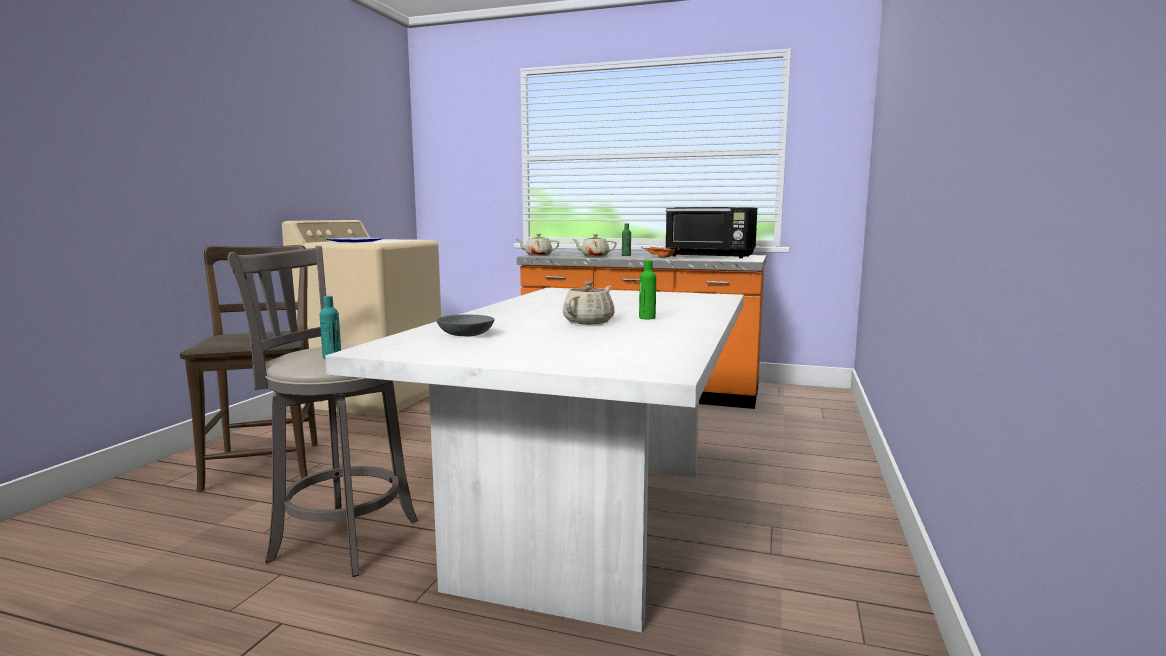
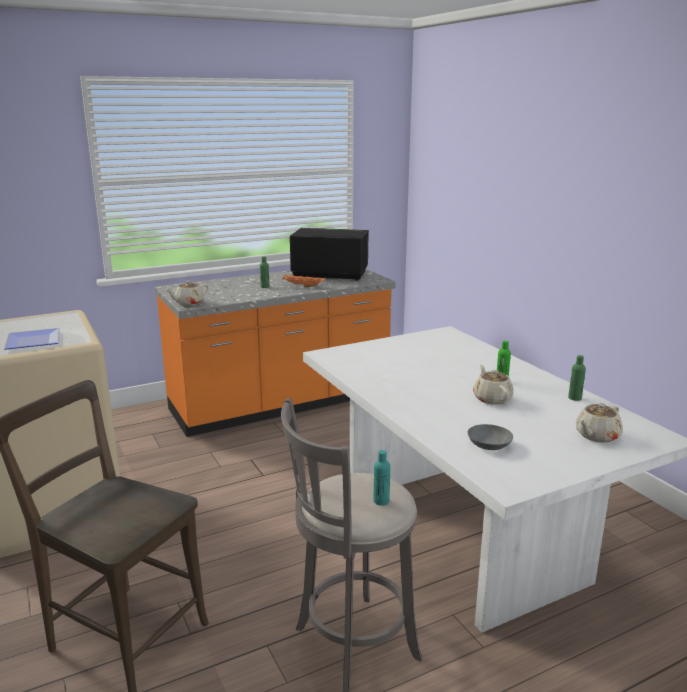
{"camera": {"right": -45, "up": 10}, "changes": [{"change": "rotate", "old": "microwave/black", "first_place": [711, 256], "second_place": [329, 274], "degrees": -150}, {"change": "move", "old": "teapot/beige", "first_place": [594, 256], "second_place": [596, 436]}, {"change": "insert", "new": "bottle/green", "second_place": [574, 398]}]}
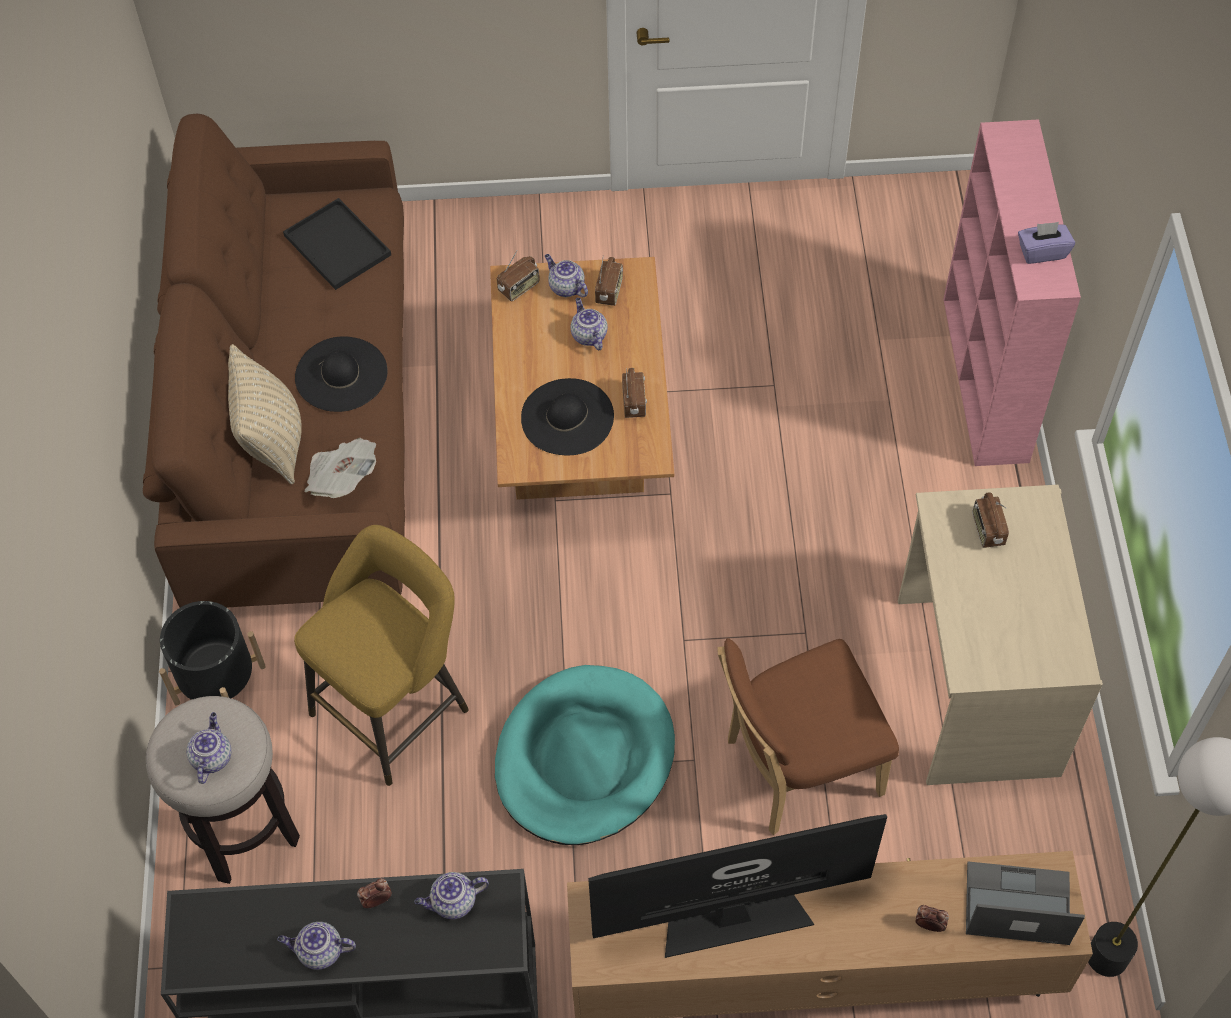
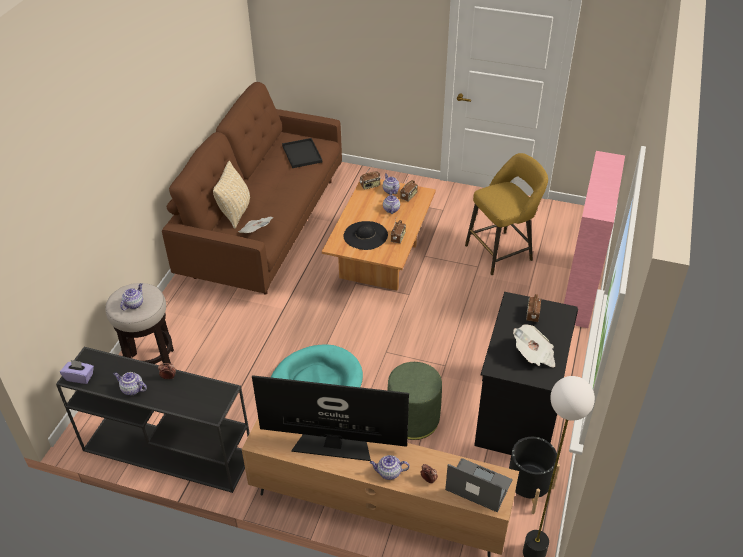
{"camera": {"right": 20, "up": -15}, "changes": [{"change": "move", "old": "tissue box/purple", "first_place": [1042, 252], "second_place": [80, 377]}, {"change": "delete", "old": "hat/black", "first_place": [341, 374]}, {"change": "recolor", "old": "desk/beige", "new": "desk/black", "first_place": [974, 686], "second_place": [518, 411]}, {"change": "move", "old": "stool/yellow", "first_place": [396, 706], "second_place": [501, 252]}, {"change": "move", "old": "planter/black", "first_place": [220, 684], "second_place": [527, 489]}, {"change": "replace", "old": "chair/brown", "new": "ottoman/green", "first_place": [796, 768], "second_place": [413, 419]}, {"change": "move", "old": "teapot", "first_place": [453, 902], "second_place": [388, 473]}, {"change": "insert", "new": "newspaper", "second_place": [534, 355]}]}
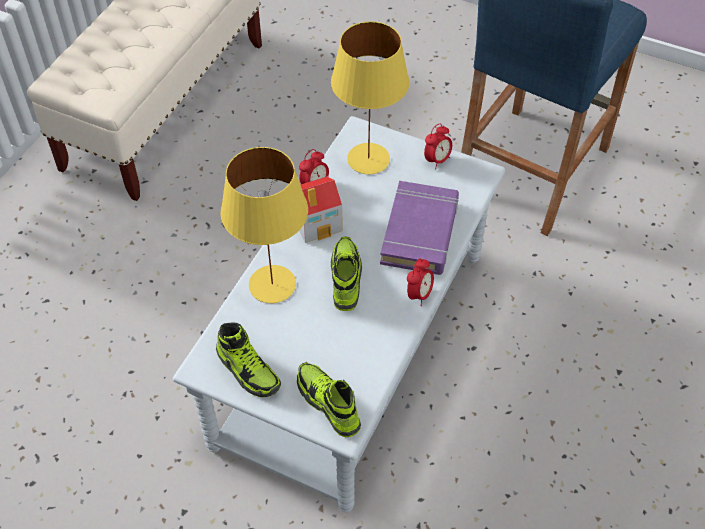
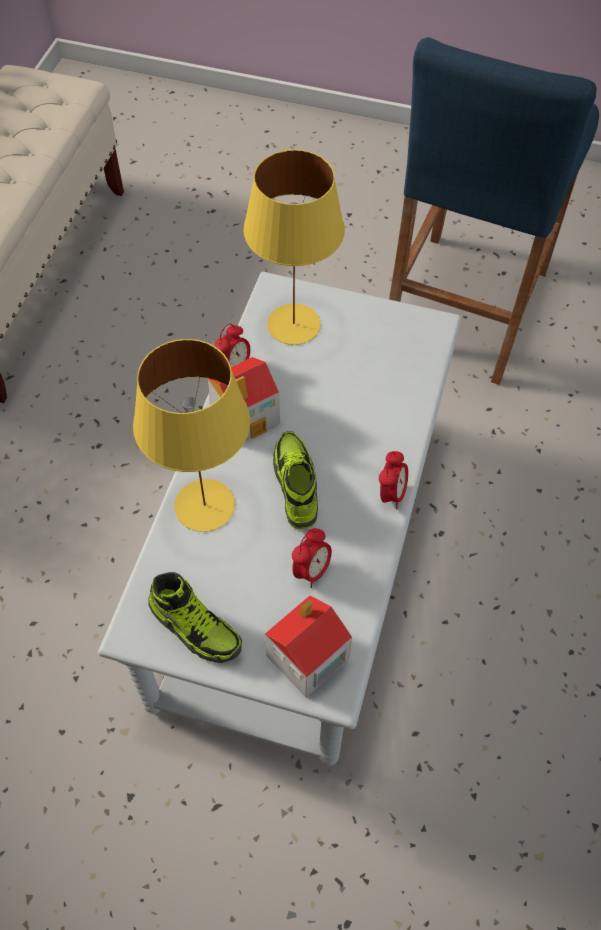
{"camera": {"right": -10, "up": 5}, "changes": [{"change": "move", "old": "alarm clock", "first_place": [437, 160], "second_place": [311, 570]}, {"change": "delete", "old": "book/purple", "first_place": [420, 233]}, {"change": "replace", "old": "shoe", "new": "toy house", "first_place": [328, 404], "second_place": [306, 658]}]}
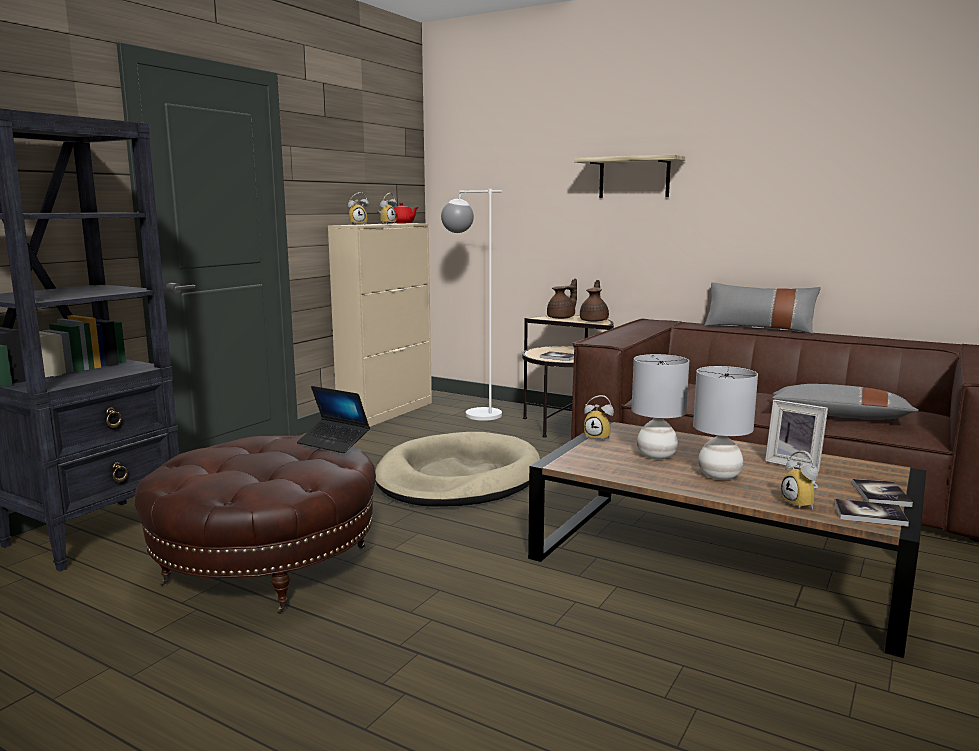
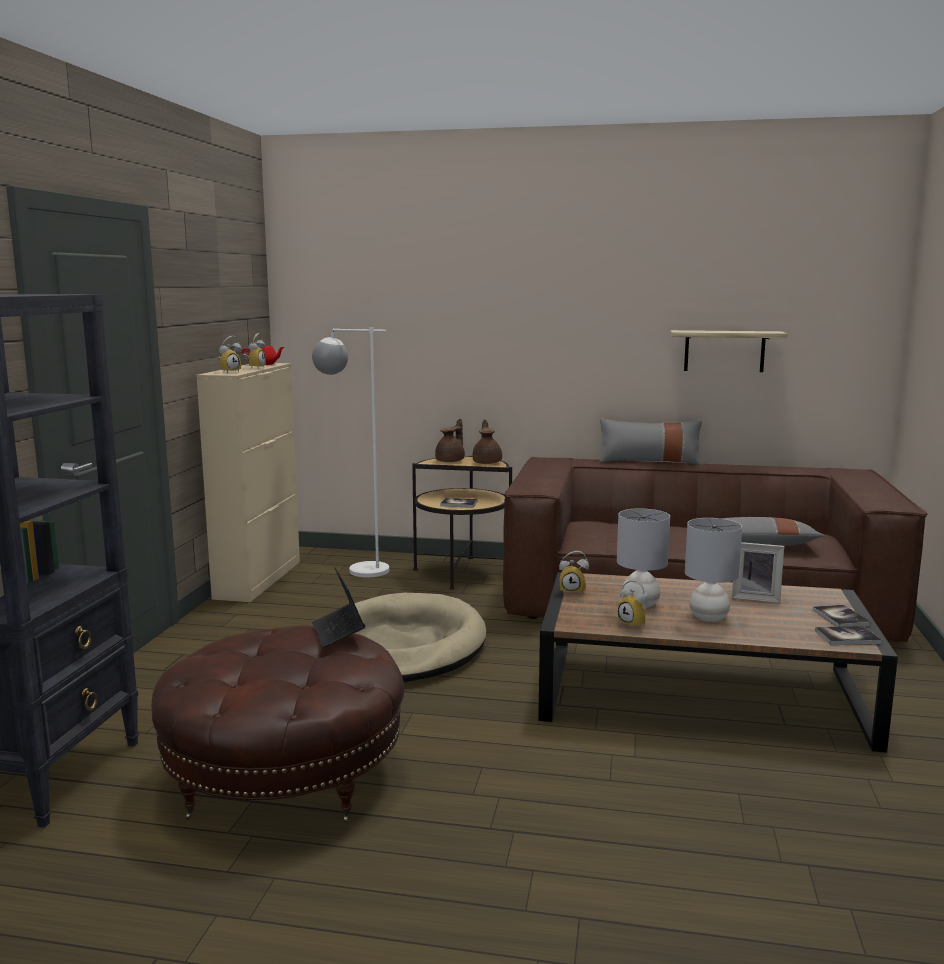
{"camera": {"right": -20, "up": 0}, "changes": [{"change": "move", "old": "shelf", "first_place": [634, 177], "second_place": [724, 351]}, {"change": "rotate", "old": "laptop", "first_place": [334, 443], "second_place": [338, 632], "degrees": 60}, {"change": "move", "old": "alarm clock", "first_place": [802, 504], "second_place": [635, 624]}]}
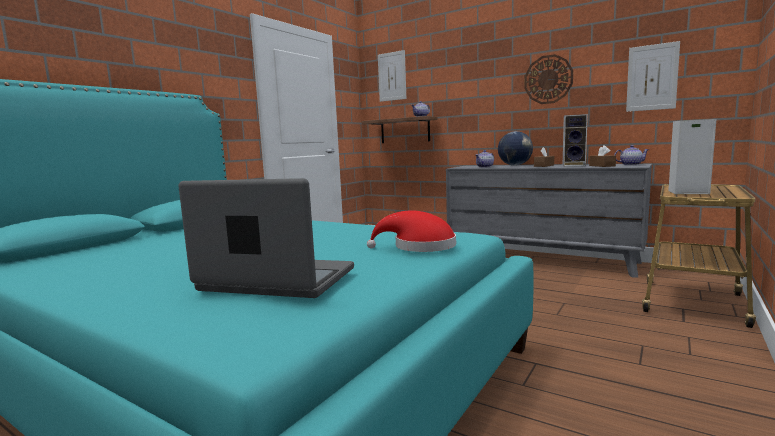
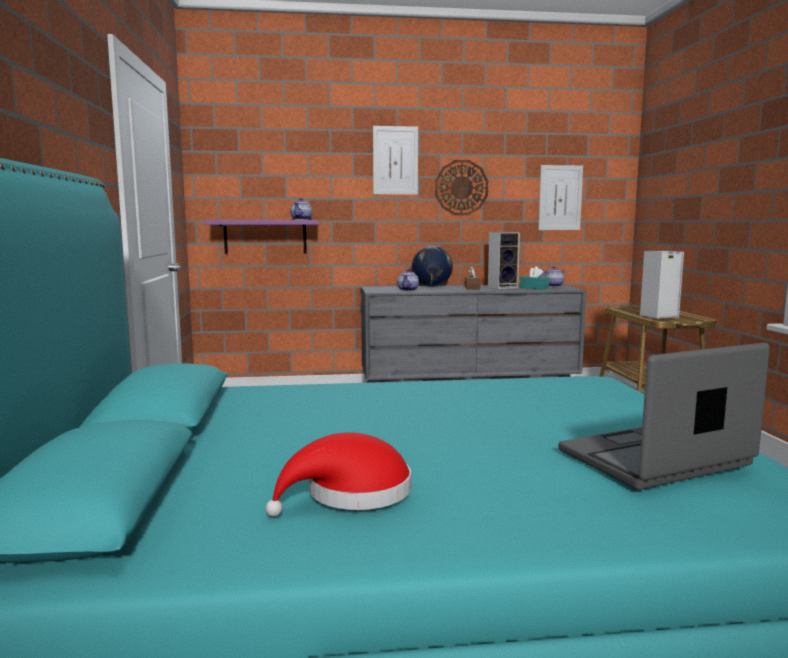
{"camera": {"right": -40, "up": 0}, "changes": [{"change": "move", "old": "picture", "first_place": [392, 76], "second_place": [395, 160]}, {"change": "recolor", "old": "shelf/brown", "new": "shelf/purple", "first_place": [405, 130], "second_place": [265, 236]}, {"change": "recolor", "old": "tissue box/brown", "new": "tissue box/turquoise", "first_place": [602, 166], "second_place": [534, 288]}, {"change": "move", "old": "hat/red", "first_place": [419, 247], "second_place": [351, 494]}]}
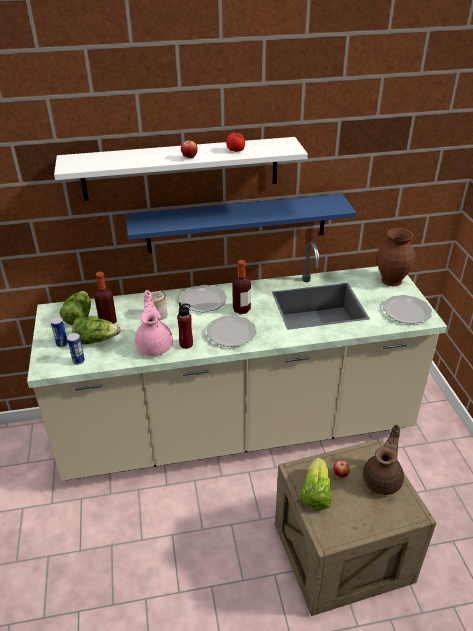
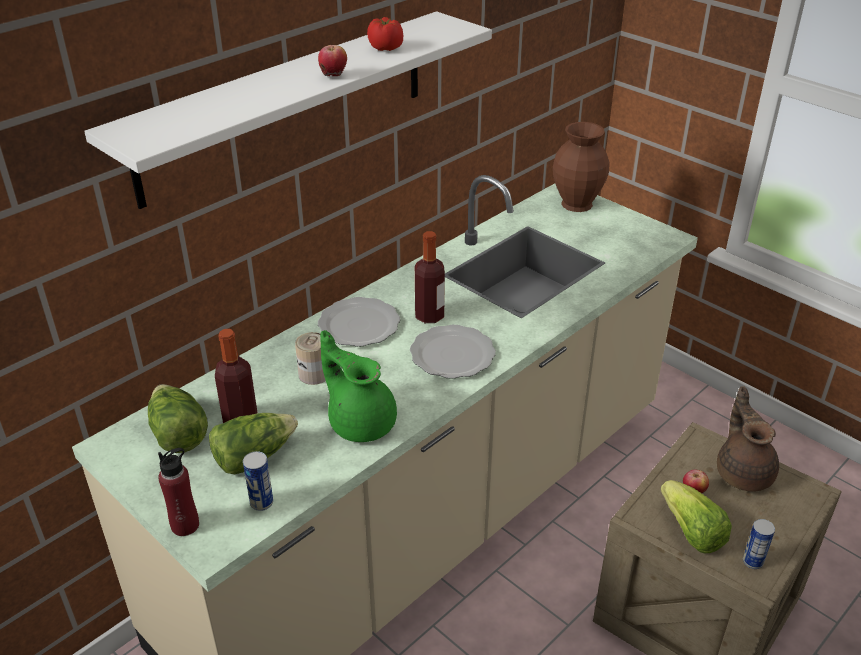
{"camera": {"right": -35, "up": 0}, "changes": [{"change": "delete", "old": "shelf/blue", "first_place": [237, 223]}, {"change": "recolor", "old": "teapot/pink", "new": "teapot/green", "first_place": [155, 345], "second_place": [360, 422]}, {"change": "delete", "old": "plate", "first_place": [407, 311]}, {"change": "move", "old": "bottle/red", "first_place": [186, 344], "second_place": [185, 525]}, {"change": "move", "old": "can", "first_place": [62, 344], "second_place": [752, 561]}]}
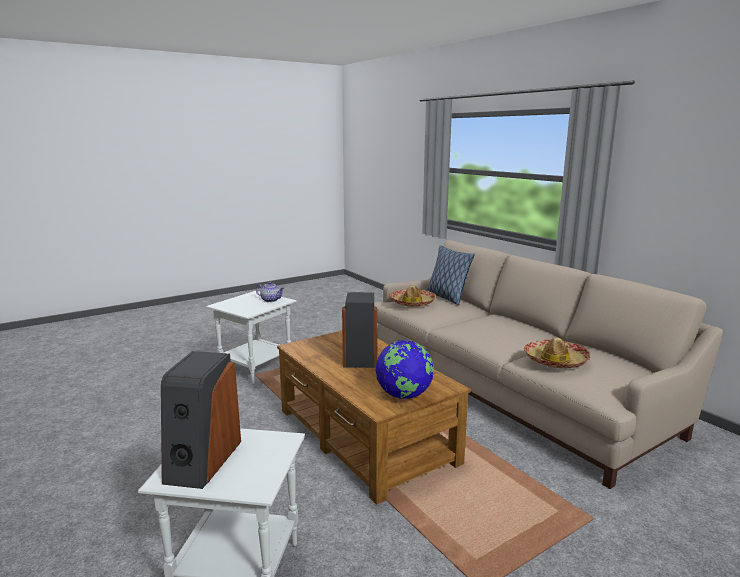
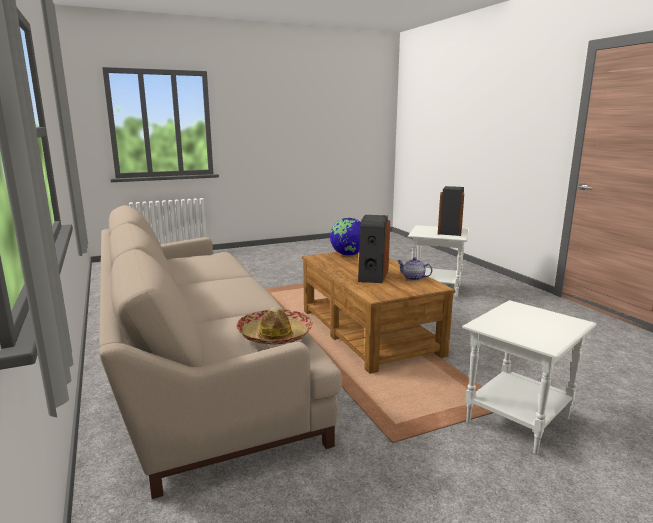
{"camera": {"right": -170, "up": 0}, "changes": [{"change": "delete", "old": "pillow", "first_place": [446, 298]}, {"change": "move", "old": "teapot", "first_place": [270, 300], "second_place": [413, 278]}, {"change": "delete", "old": "hat", "first_place": [555, 361]}]}
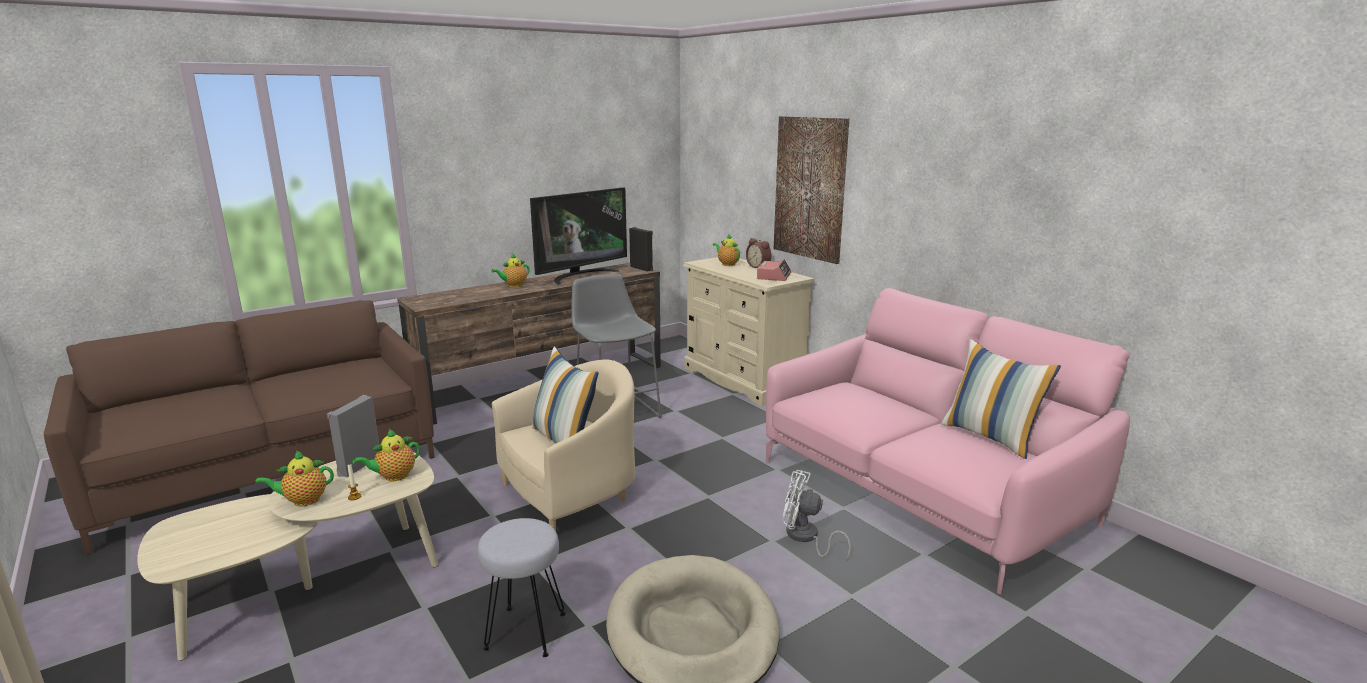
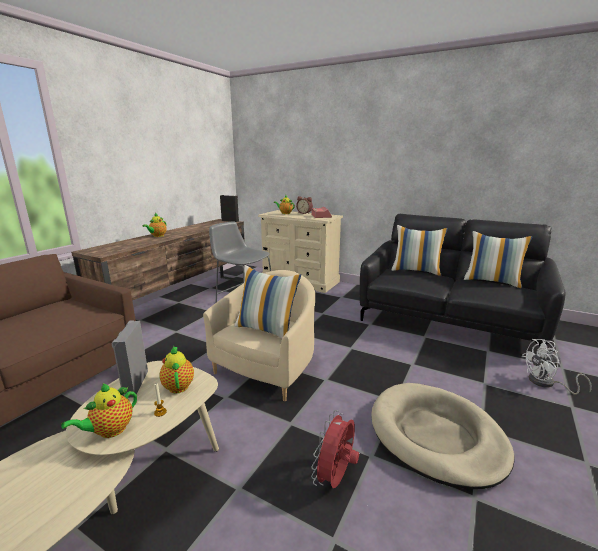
{"camera": {"right": -25, "up": 0}, "changes": [{"change": "delete", "old": "picture", "first_place": [810, 188]}, {"change": "delete", "old": "television", "first_place": [580, 275]}, {"change": "recolor", "old": "sofa/pink", "new": "sofa/black", "first_place": [920, 492], "second_place": [448, 320]}, {"change": "rotate", "old": "teapot", "first_place": [393, 476], "second_place": [178, 385], "degrees": 135}, {"change": "move", "old": "fan/white", "first_place": [805, 538], "second_place": [547, 383]}, {"change": "replace", "old": "stool/grey", "new": "fan/red", "first_place": [525, 632], "second_place": [336, 478]}, {"change": "insert", "new": "pillow", "second_place": [416, 271]}]}
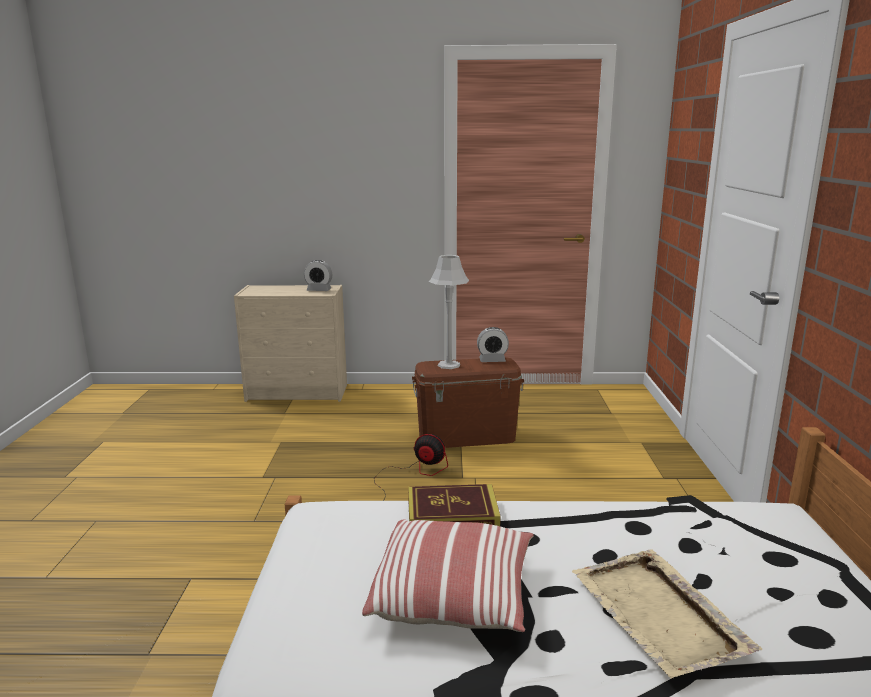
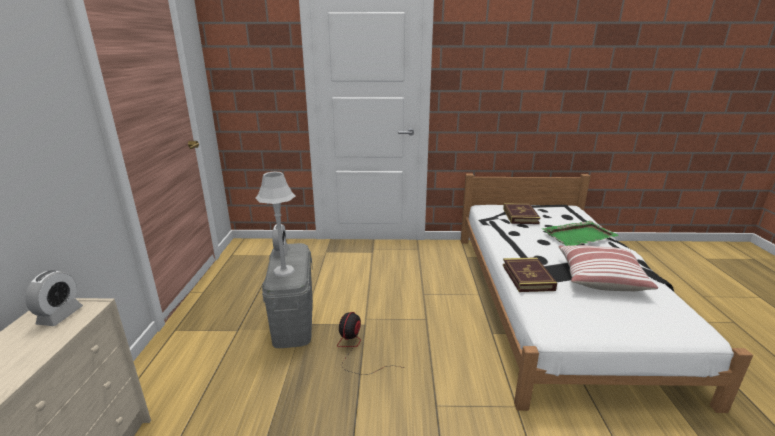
{"camera": {"right": -90, "up": 5}, "changes": [{"change": "recolor", "old": "storage box/brown", "new": "storage box/grey", "first_place": [467, 436], "second_place": [293, 320]}, {"change": "recolor", "old": "tray/beige", "new": "tray/green", "first_place": [659, 615], "second_place": [579, 235]}, {"change": "insert", "new": "book", "second_place": [520, 216]}]}
